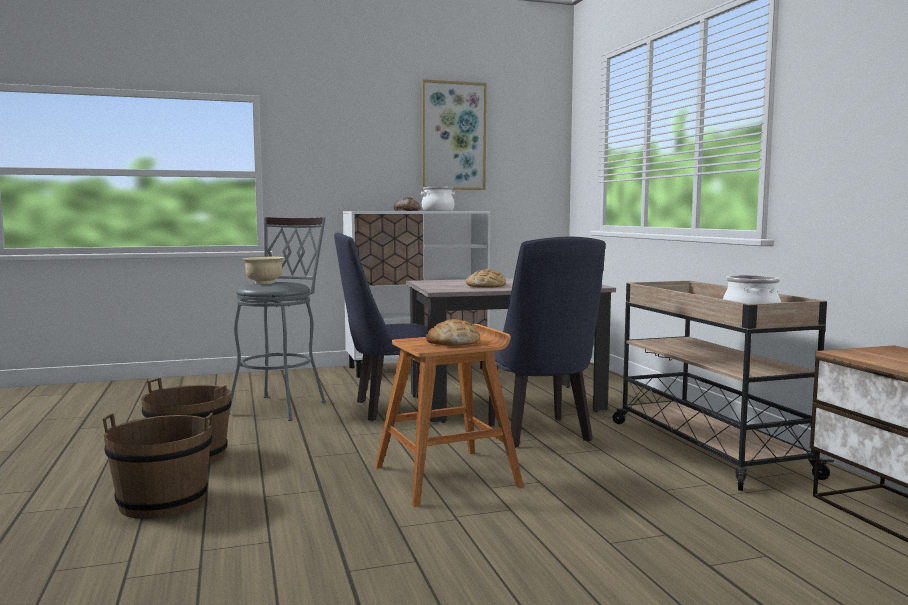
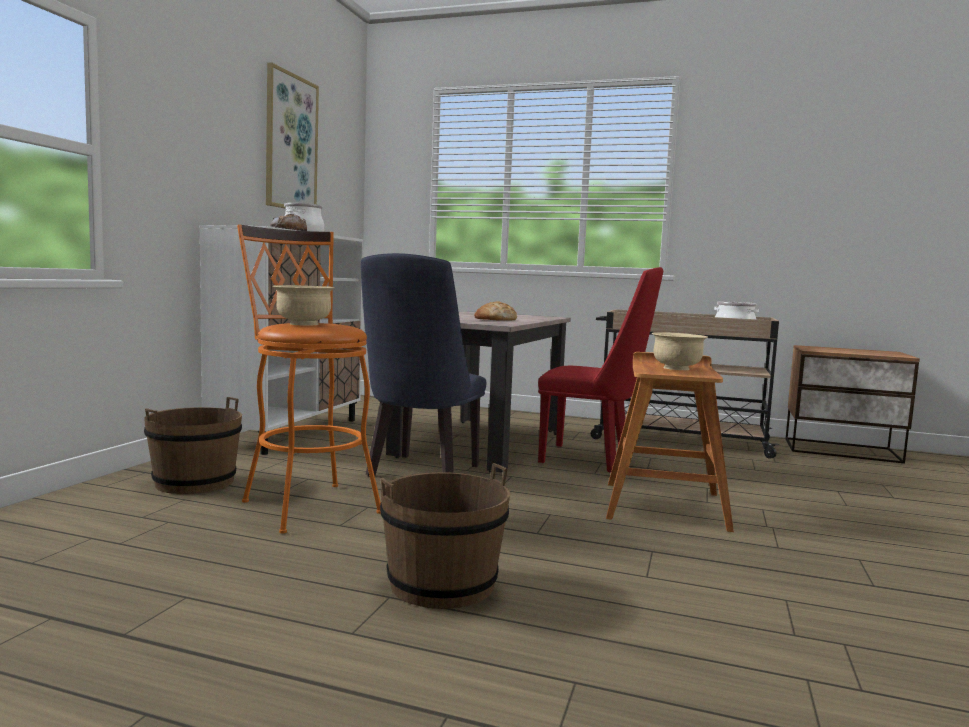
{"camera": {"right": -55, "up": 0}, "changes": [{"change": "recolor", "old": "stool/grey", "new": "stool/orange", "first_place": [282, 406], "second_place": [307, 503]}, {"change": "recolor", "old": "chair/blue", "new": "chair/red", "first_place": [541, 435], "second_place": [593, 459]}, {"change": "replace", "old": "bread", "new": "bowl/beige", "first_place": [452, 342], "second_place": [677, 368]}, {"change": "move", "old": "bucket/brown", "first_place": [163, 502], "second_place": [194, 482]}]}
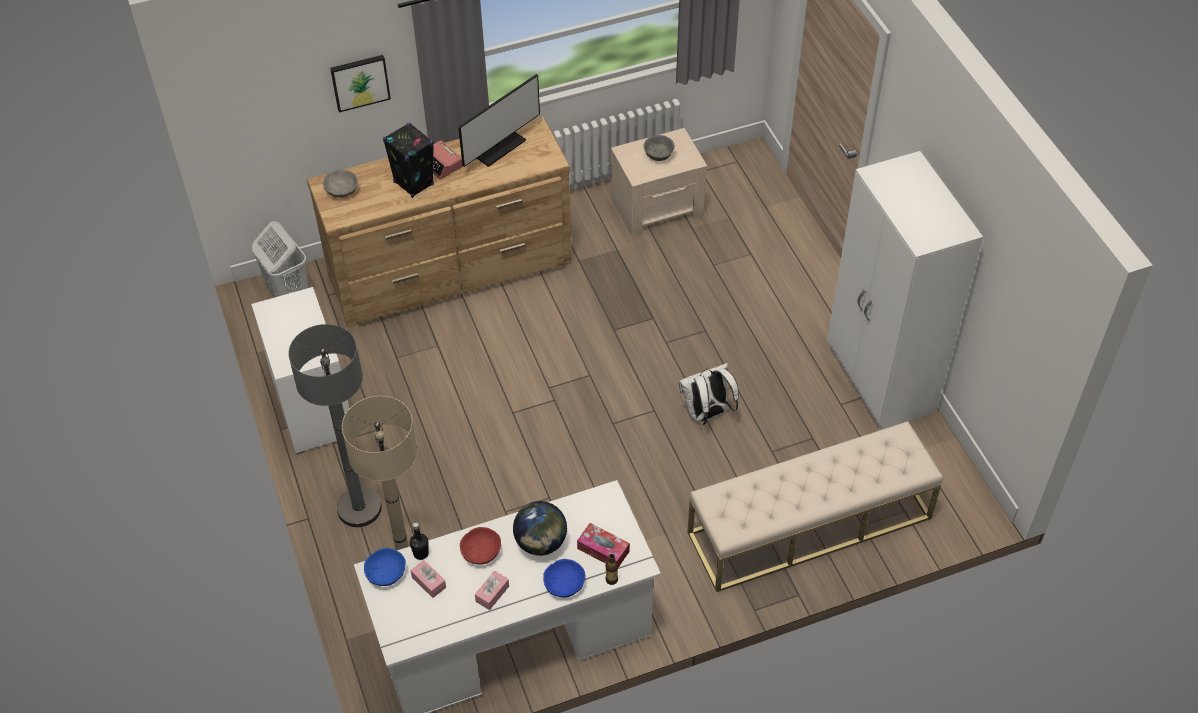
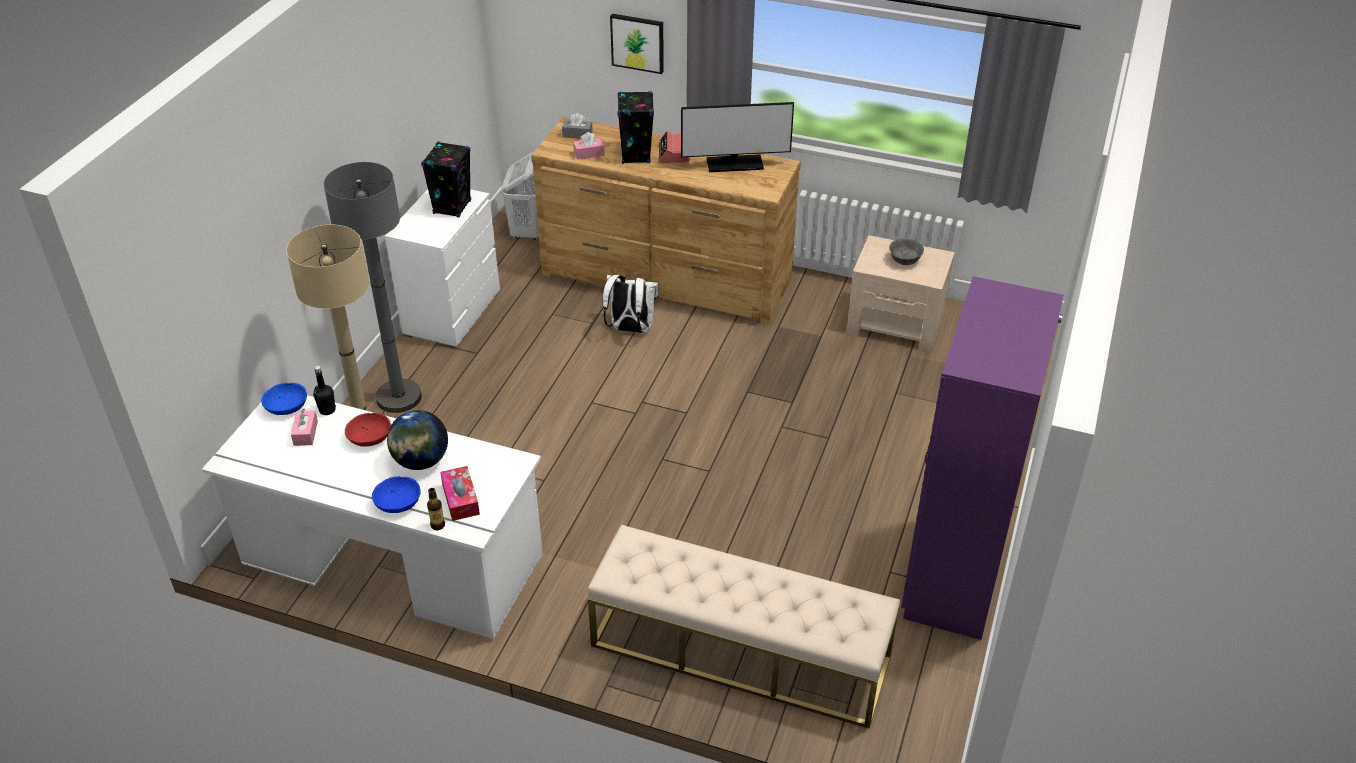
{"camera": {"right": 40, "up": -10}, "changes": [{"change": "recolor", "old": "wardrobe/white", "new": "wardrobe/purple", "first_place": [879, 381], "second_place": [952, 577]}, {"change": "replace", "old": "bowl/grey", "new": "tissue box/grey", "first_place": [341, 190], "second_place": [577, 134]}, {"change": "move", "old": "backpack/white", "first_place": [707, 414], "second_place": [630, 329]}, {"change": "move", "old": "tissue box/pink", "first_place": [492, 594], "second_place": [589, 154]}, {"change": "insert", "new": "speaker/black", "second_place": [452, 207]}]}
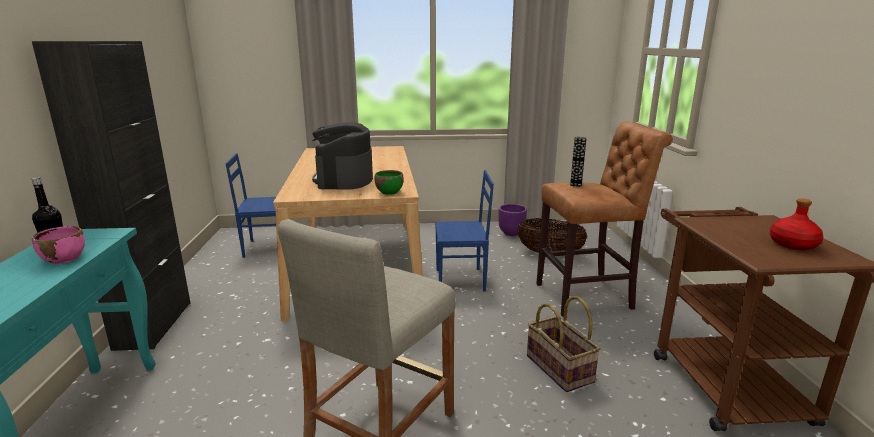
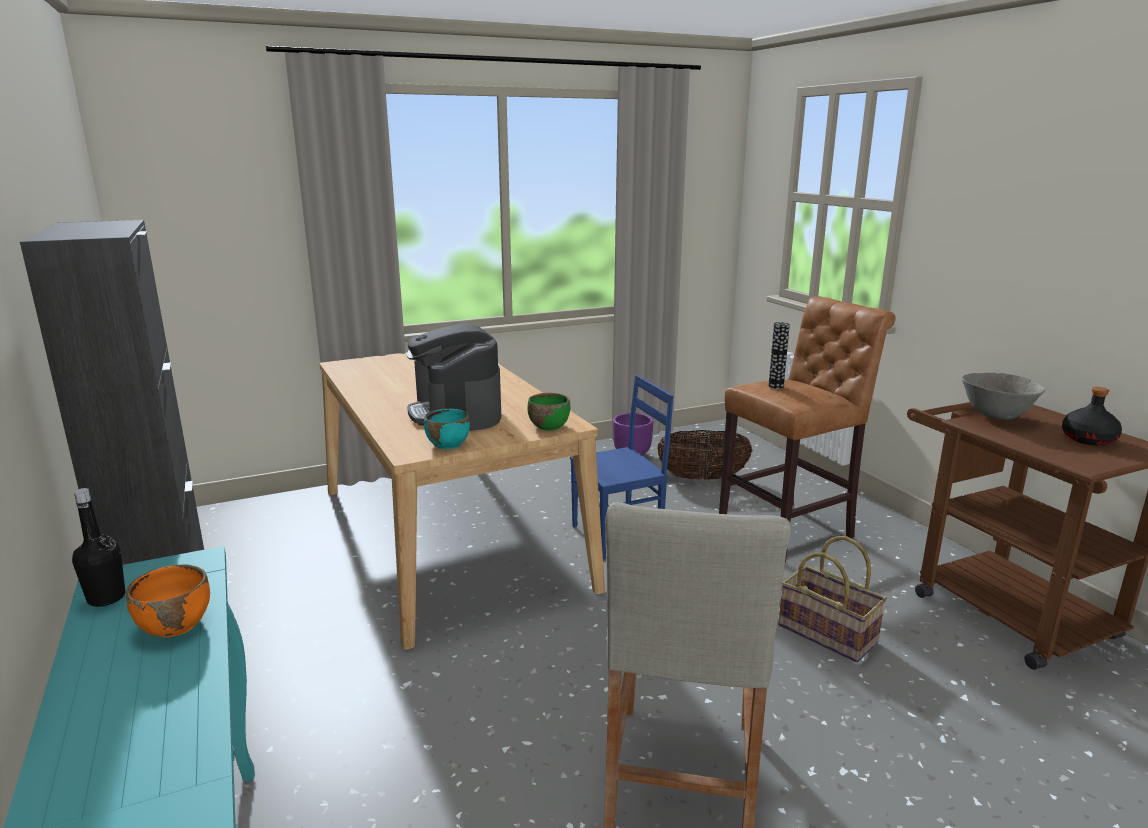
{"camera": {"right": -20, "up": 0}, "changes": [{"change": "delete", "old": "chair/blue", "first_place": [266, 247]}, {"change": "recolor", "old": "bottle/red", "new": "bottle/black", "first_place": [793, 244], "second_place": [1089, 439]}, {"change": "recolor", "old": "bowl/pink", "new": "bowl/orange", "first_place": [64, 259], "second_place": [175, 625]}, {"change": "insert", "new": "bowl/grey", "second_place": [995, 415]}, {"change": "insert", "new": "bowl/turquoise", "second_place": [448, 444]}]}
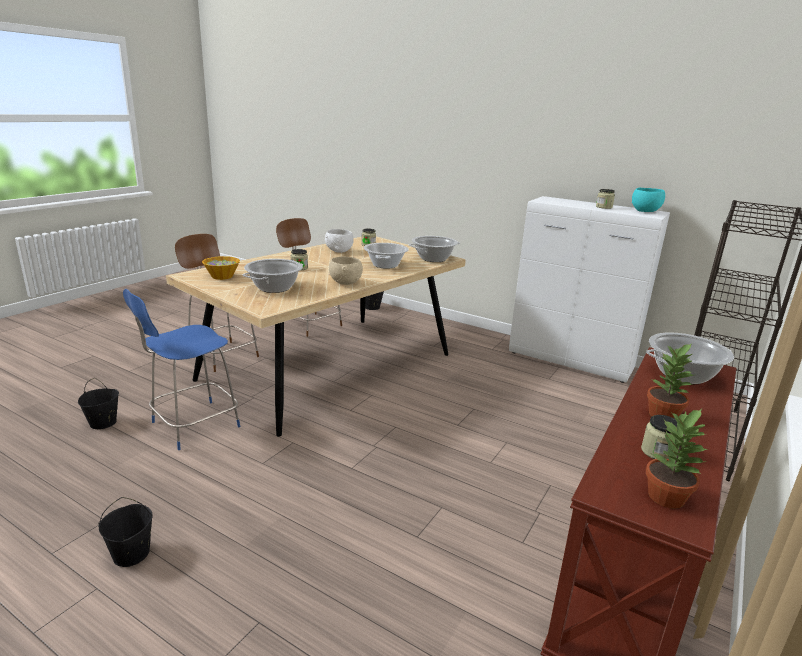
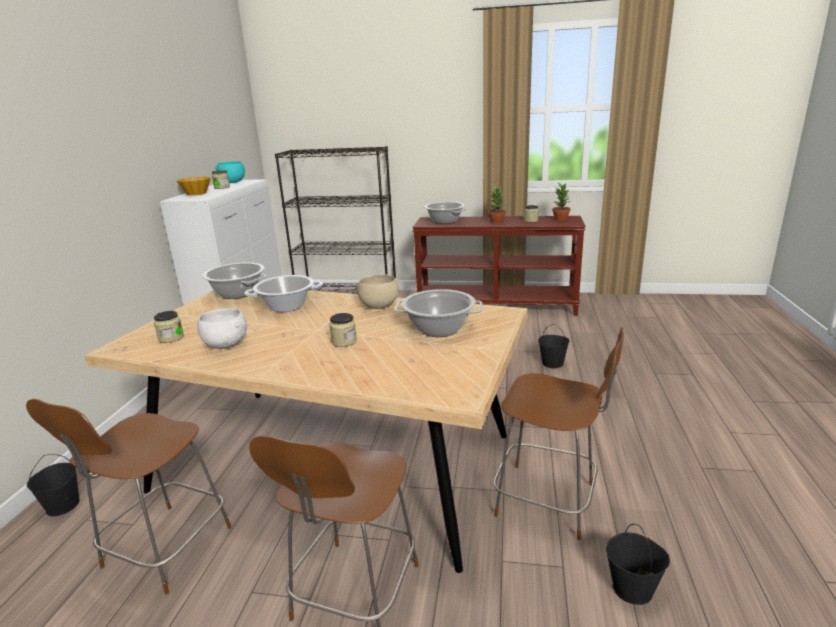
{"camera": {"right": -110, "up": 0}, "changes": [{"change": "move", "old": "bowl", "first_place": [222, 276], "second_place": [196, 193]}, {"change": "recolor", "old": "chair/blue", "new": "chair/brown", "first_place": [192, 425], "second_place": [549, 501]}, {"change": "move", "old": "bucket/black", "first_place": [131, 554], "second_place": [552, 363]}]}
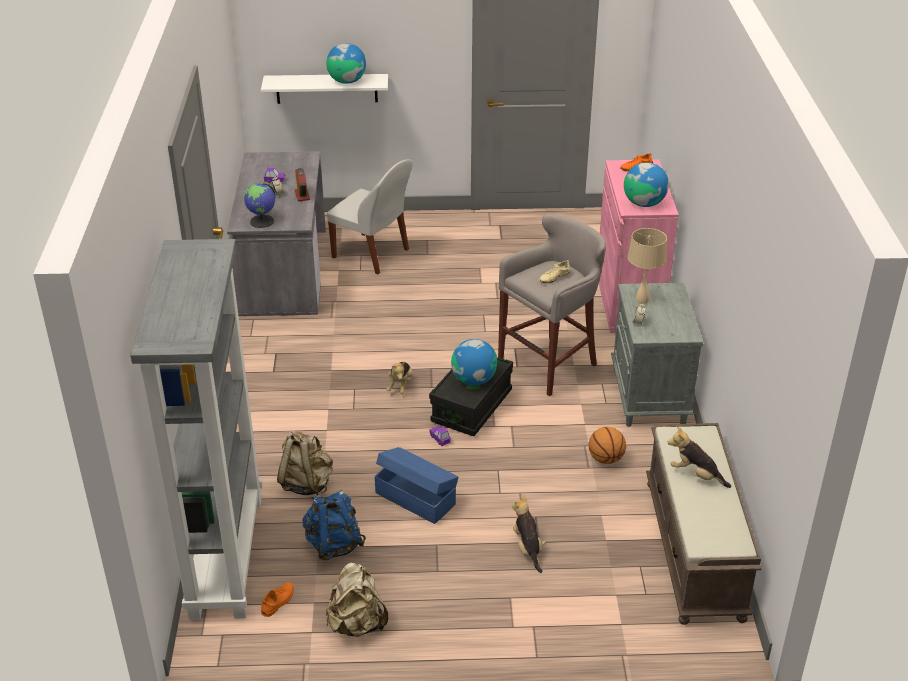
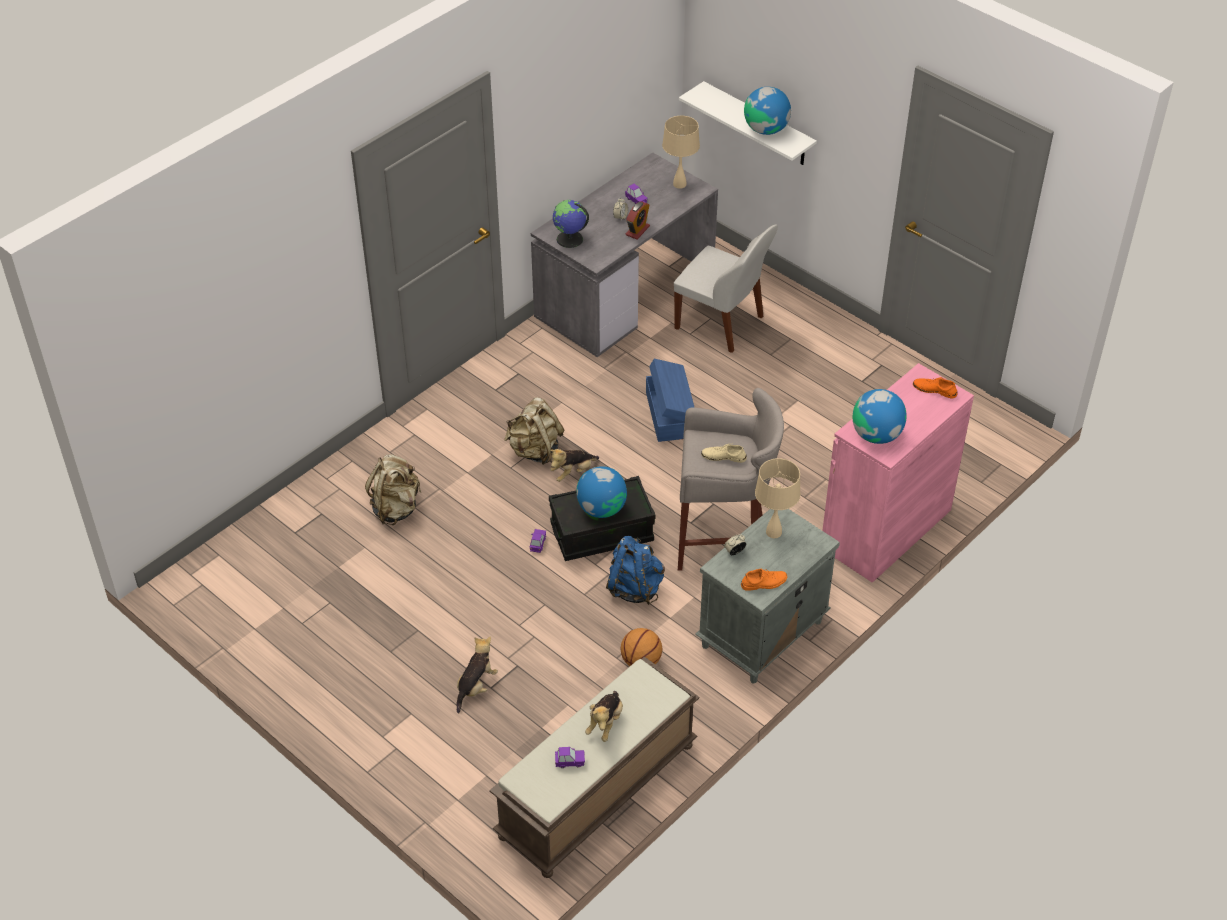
{"camera": {"right": 45, "up": 10}, "changes": [{"change": "rotate", "old": "chair/white", "first_place": [372, 254], "second_place": [721, 324], "degrees": -45}, {"change": "delete", "old": "bookcase/grey", "first_place": [225, 555]}, {"change": "rotate", "old": "plush toy", "first_place": [696, 475], "second_place": [605, 723], "degrees": -150}, {"change": "move", "old": "storage box/blue", "first_place": [415, 497], "second_place": [669, 414]}, {"change": "move", "old": "backpack/blue", "first_place": [333, 544], "second_place": [635, 588]}, {"change": "move", "old": "backpack/beige", "first_place": [357, 624], "second_place": [535, 450]}, {"change": "move", "old": "shoe/orange", "first_place": [278, 601], "second_place": [764, 583]}, {"change": "insert", "new": "table lamp/beige", "second_place": [679, 184]}, {"change": "insert", "new": "toy car/purple", "second_place": [570, 762]}]}
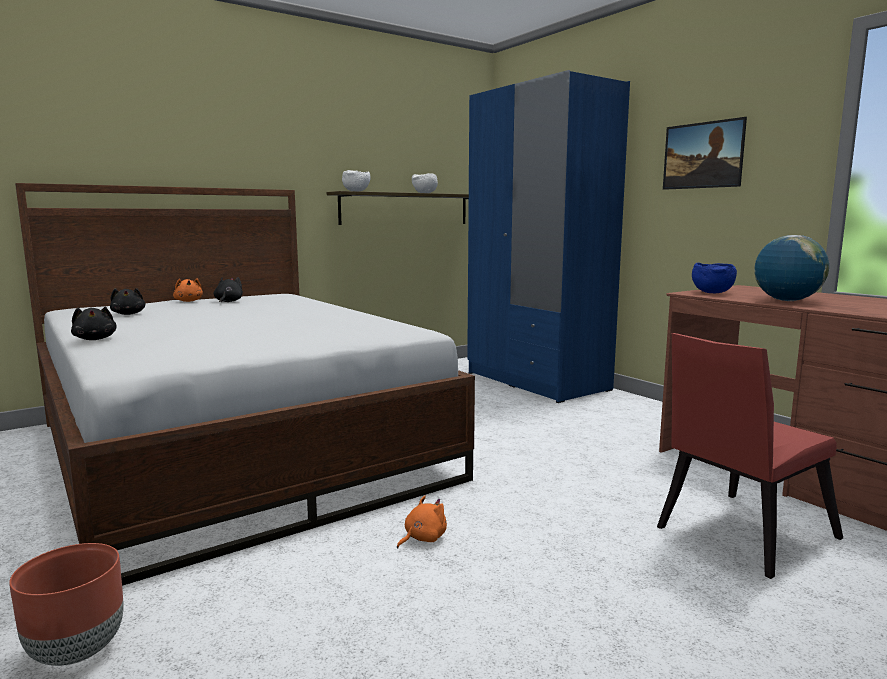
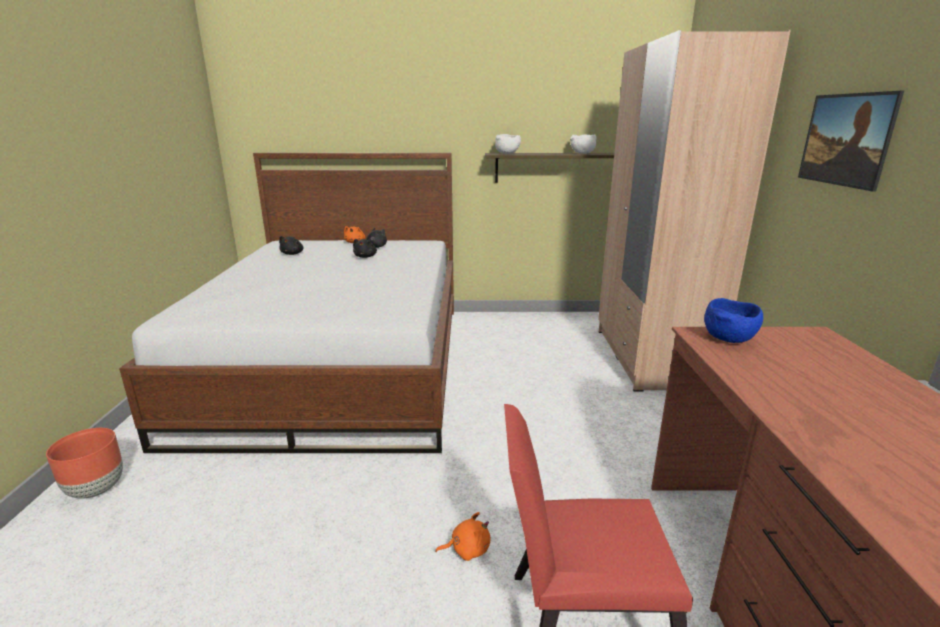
{"camera": {"right": 35, "up": 10}, "changes": [{"change": "recolor", "old": "wardrobe/blue", "new": "wardrobe/beige", "first_place": [536, 381], "second_place": [650, 358]}, {"change": "delete", "old": "globe", "first_place": [787, 301]}, {"change": "move", "old": "plush toy/black", "first_place": [95, 339], "second_place": [365, 257]}, {"change": "move", "old": "plush toy/orange", "first_place": [422, 538], "second_place": [467, 549]}]}
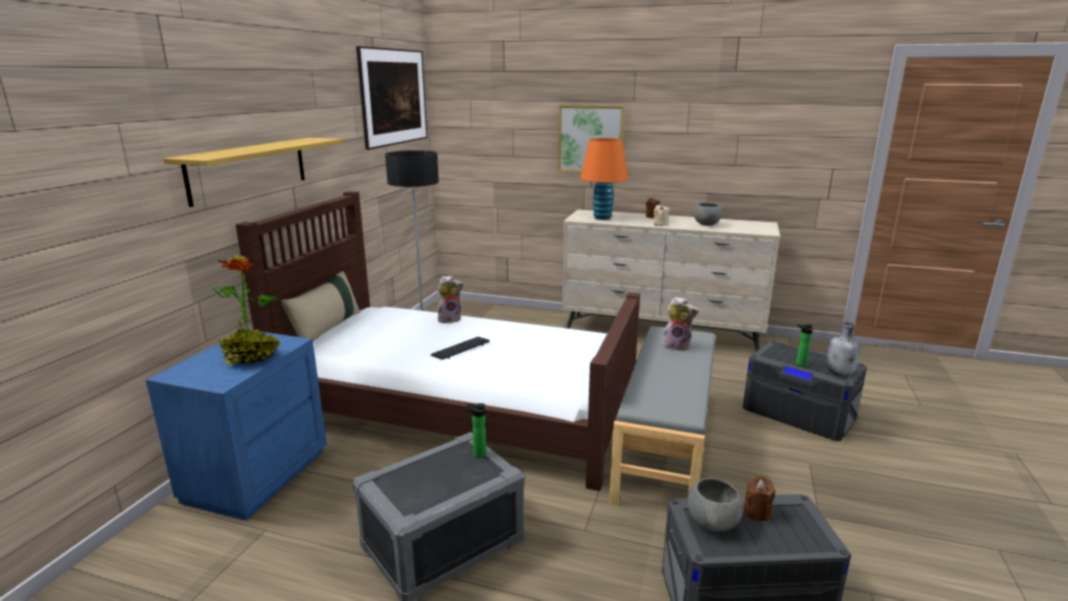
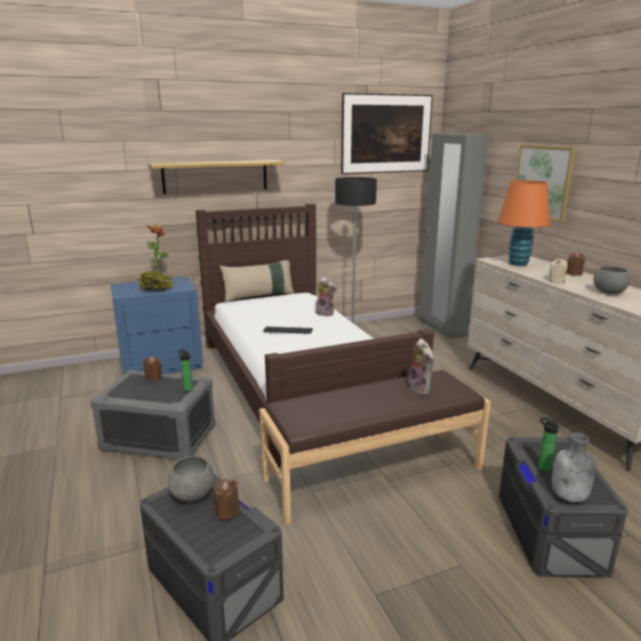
{"camera": {"right": 50, "up": 0}, "changes": [{"change": "recolor", "old": "bench/grey", "new": "bench/brown", "first_place": [664, 444], "second_place": [373, 473]}, {"change": "insert", "new": "wardrobe/grey", "second_place": [442, 328]}, {"change": "insert", "new": "candle/brown", "second_place": [153, 377]}]}
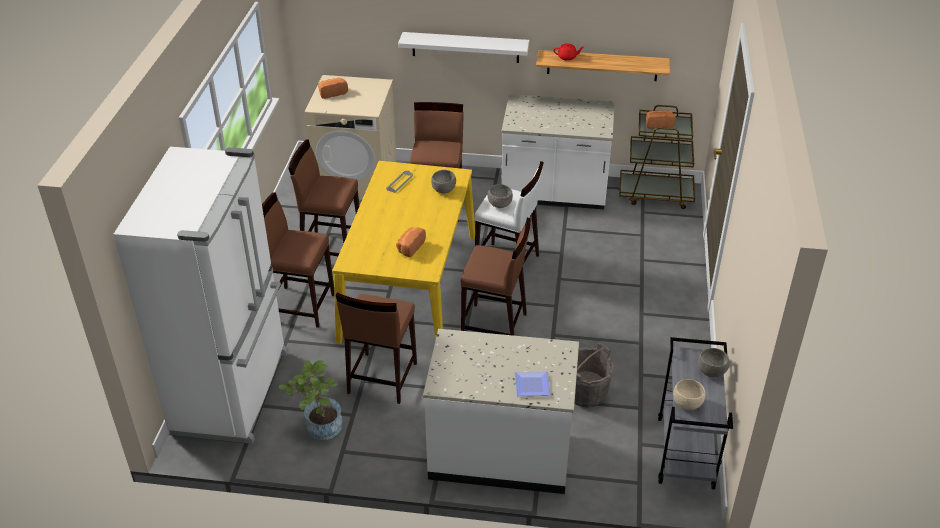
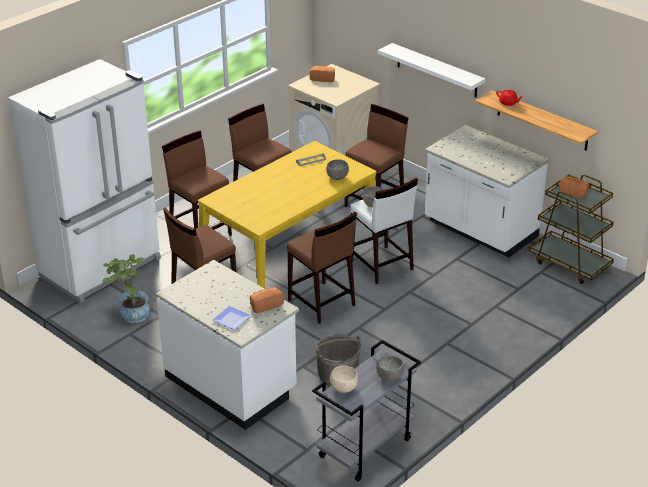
{"camera": {"right": 35, "up": -5}, "changes": [{"change": "move", "old": "bread", "first_place": [409, 247], "second_place": [265, 305]}]}
